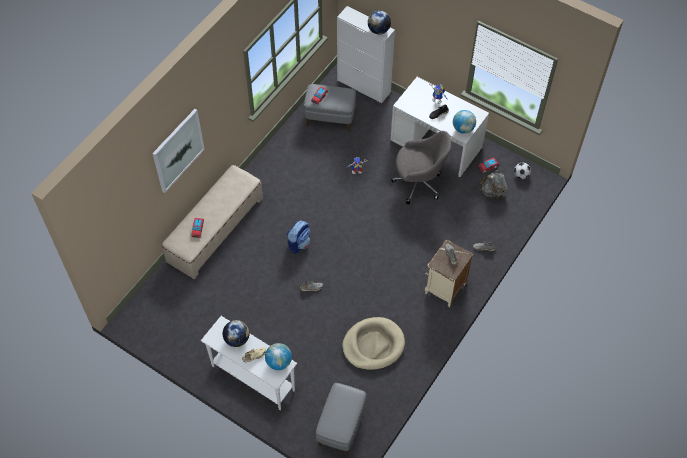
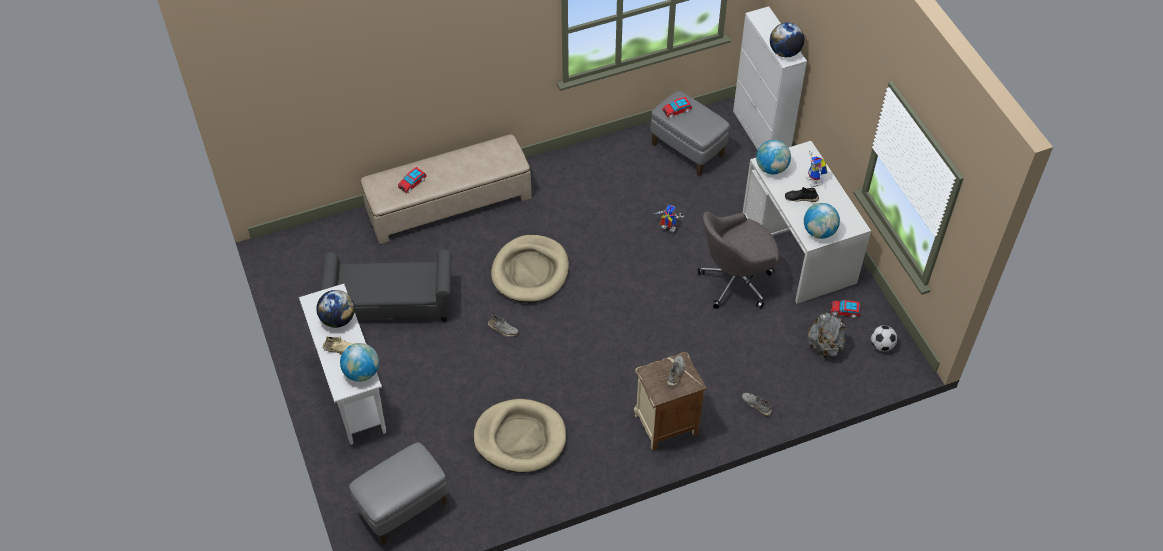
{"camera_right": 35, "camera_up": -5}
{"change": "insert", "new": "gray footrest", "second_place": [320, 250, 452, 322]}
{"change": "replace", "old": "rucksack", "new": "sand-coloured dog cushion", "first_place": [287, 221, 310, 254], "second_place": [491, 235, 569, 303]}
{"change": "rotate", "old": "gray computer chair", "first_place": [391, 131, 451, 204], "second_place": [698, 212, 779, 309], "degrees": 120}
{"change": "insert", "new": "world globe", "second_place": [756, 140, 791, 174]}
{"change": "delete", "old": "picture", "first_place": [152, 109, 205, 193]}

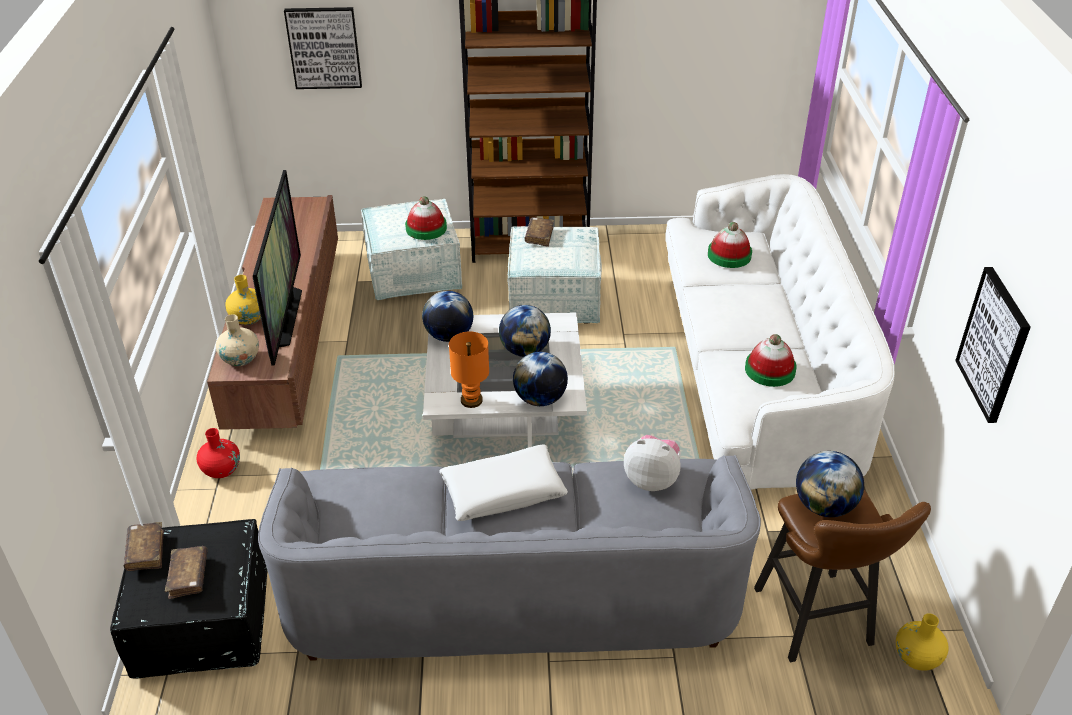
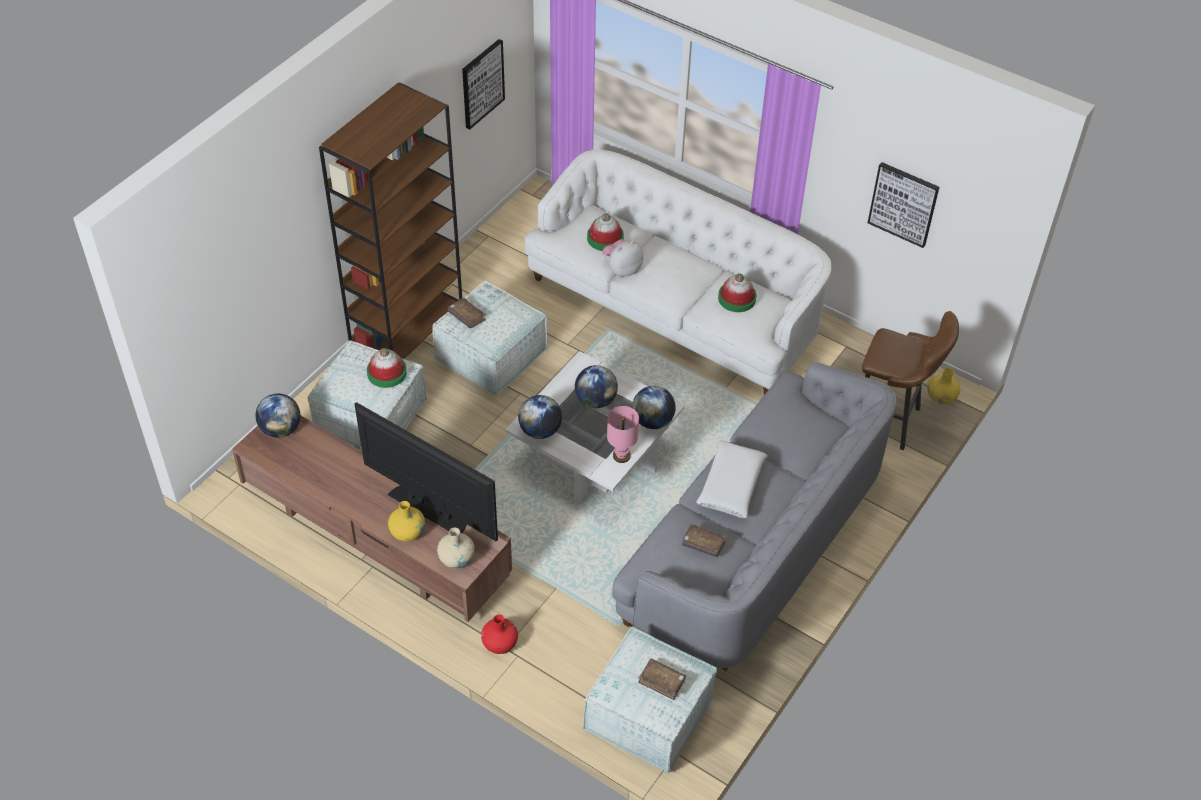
{"camera_right": -55, "camera_up": 10}
{"change": "move", "old": "world globe", "first_place": [796, 451, 864, 517], "second_place": [256, 394, 301, 438]}
{"change": "move", "old": "picture", "first_place": [284, 7, 362, 89], "second_place": [462, 39, 505, 129]}
{"change": "recolor", "old": "black-coloured footrest", "new": "whitish footrest", "first_place": [110, 519, 268, 679], "second_place": [583, 626, 717, 773]}
{"change": "move", "old": "cuddly toy", "first_place": [624, 435, 681, 491], "second_place": [602, 240, 643, 277]}
{"change": "recolor", "old": "orange-coloured table lamp", "new": "pink-coloured table lamp", "first_place": [449, 332, 489, 408], "second_place": [607, 406, 639, 463]}
{"change": "move", "old": "brown book", "first_place": [124, 522, 164, 571], "second_place": [682, 524, 726, 558]}

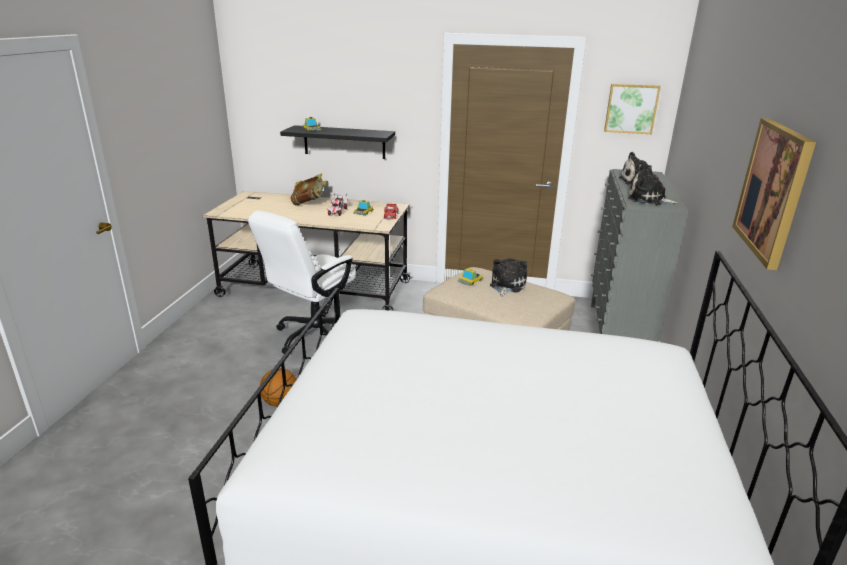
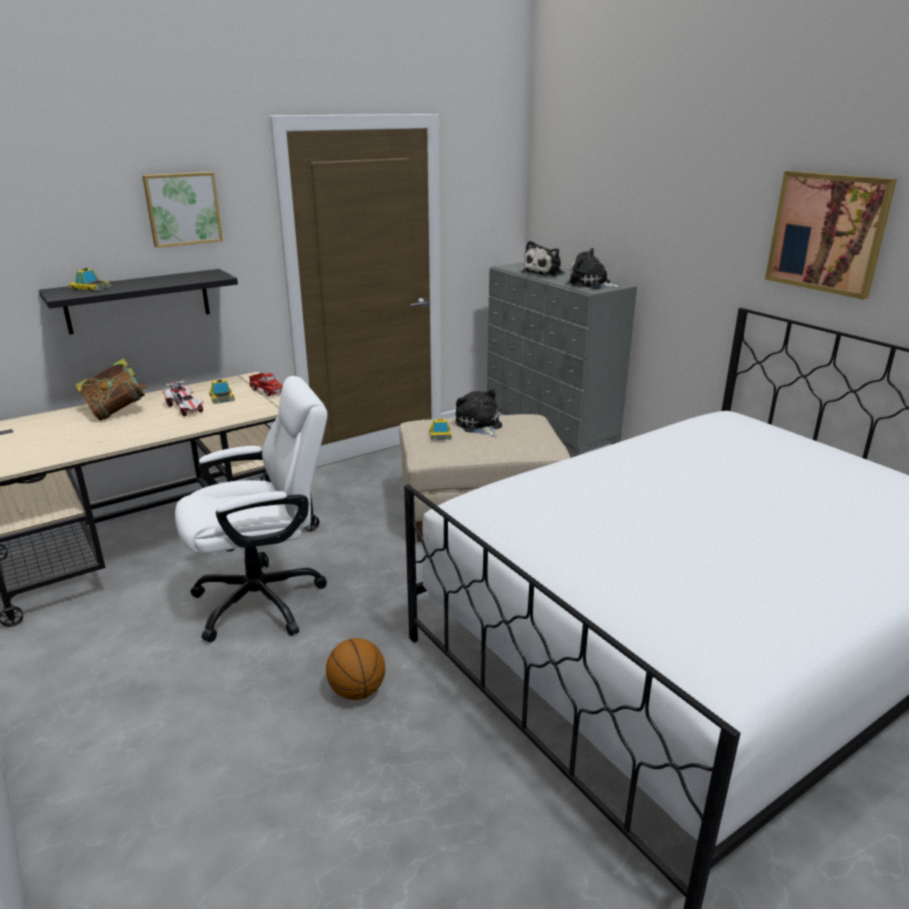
{"camera_right": -45, "camera_up": 0}
{"change": "move", "old": "picture", "first_place": [604, 84, 661, 134], "second_place": [142, 172, 223, 248]}
{"change": "rotate", "old": "whitish computer chair", "first_place": [248, 211, 356, 354], "second_place": [175, 376, 328, 643], "degrees": -105}
{"change": "rotate", "old": "cuddly toy", "first_place": [628, 165, 680, 205], "second_place": [567, 248, 622, 289], "degrees": 45}

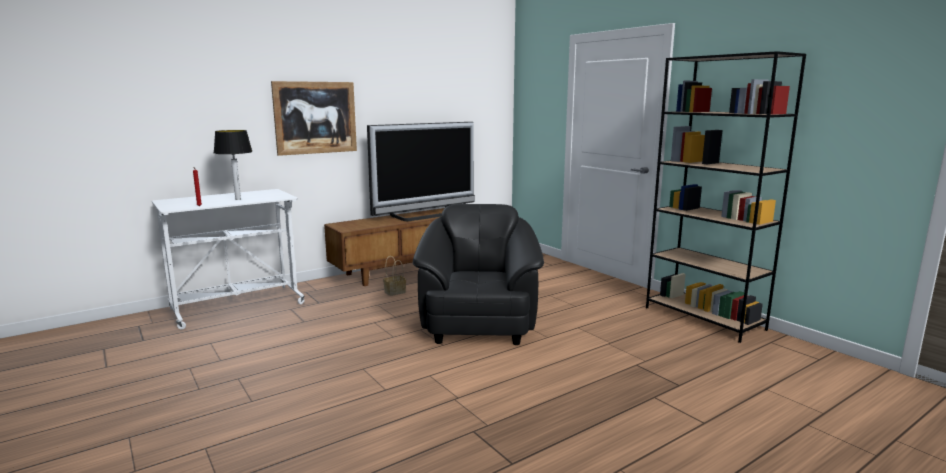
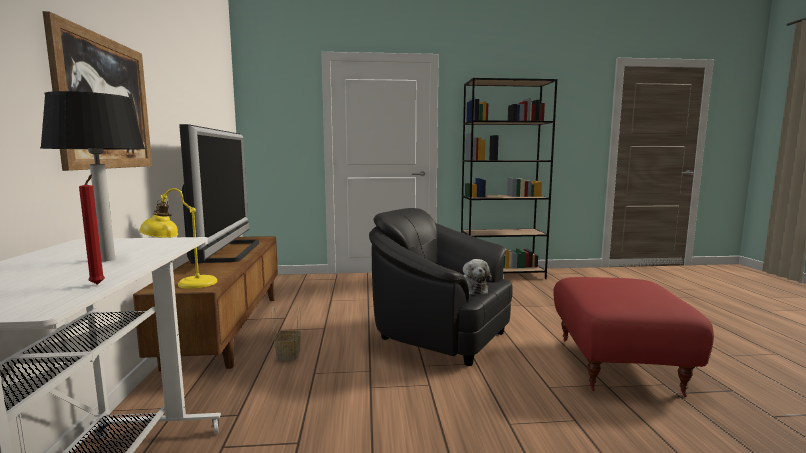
{"camera_right": -60, "camera_up": -5}
{"change": "insert", "new": "yellow table lamp", "second_place": [139, 188, 217, 289]}
{"change": "insert", "new": "cuddly toy", "second_place": [463, 259, 492, 295]}
{"change": "insert", "new": "red footrest", "second_place": [553, 277, 714, 397]}

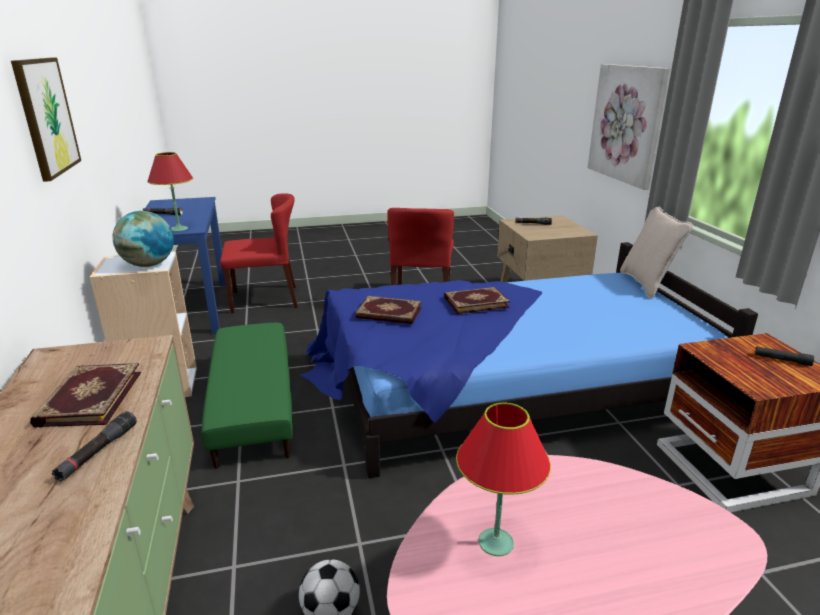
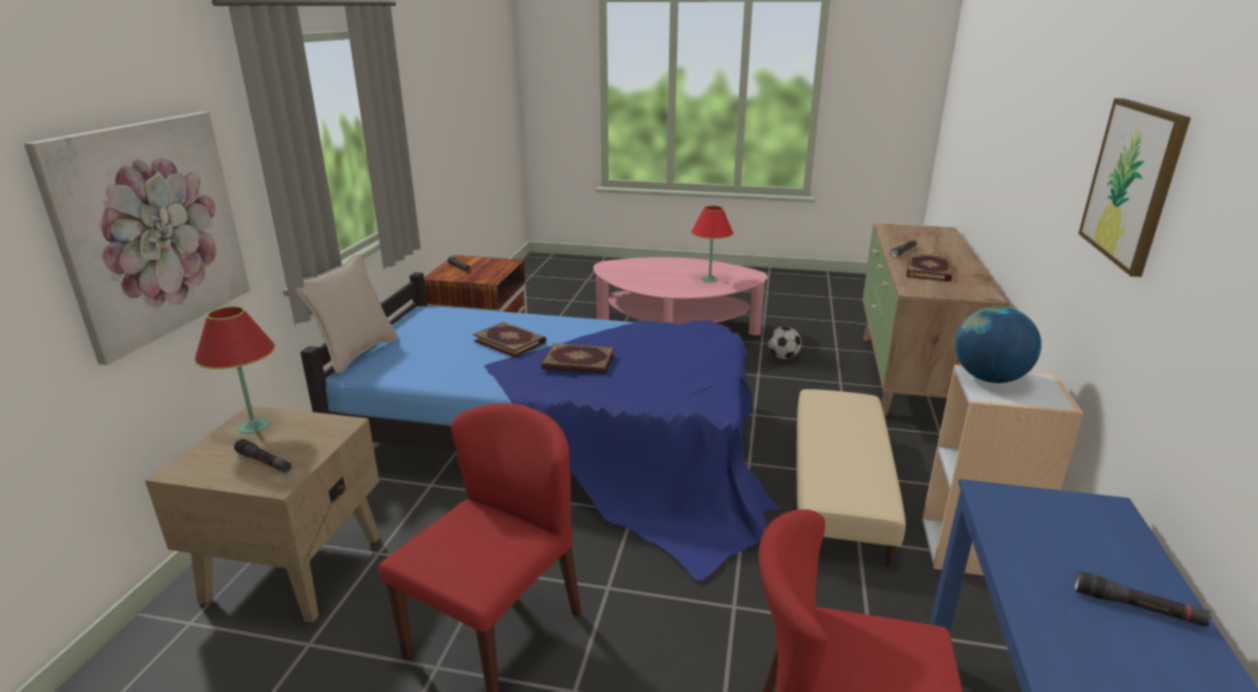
{"camera_right": -155, "camera_up": 0}
{"change": "move", "old": "red table lamp", "first_place": [147, 152, 193, 231], "second_place": [194, 306, 275, 434]}
{"change": "move", "old": "book", "first_place": [355, 296, 422, 324], "second_place": [473, 322, 546, 357]}
{"change": "recolor", "old": "green footrest", "new": "sand-coloured footrest", "first_place": [202, 323, 293, 469], "second_place": [797, 389, 906, 567]}

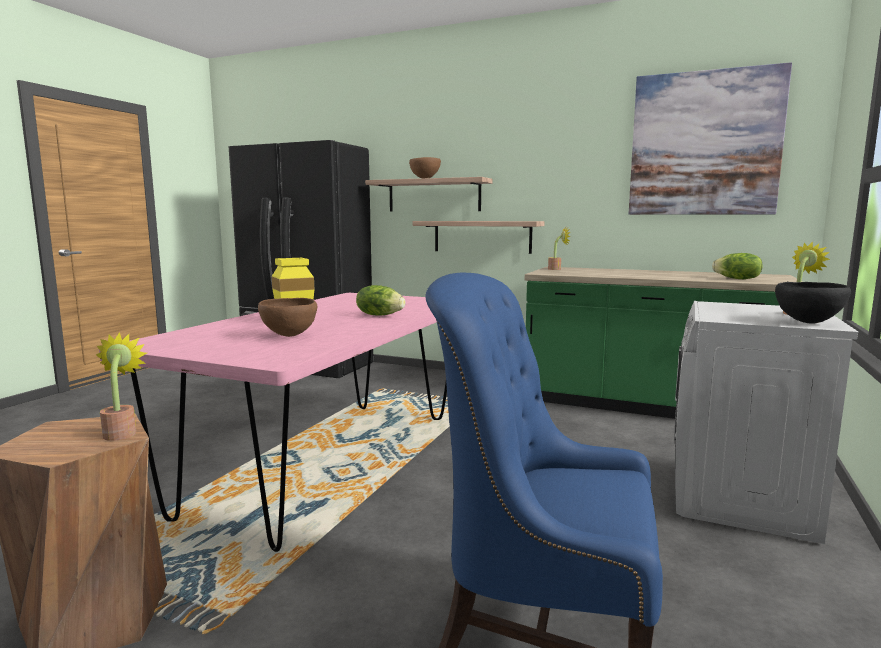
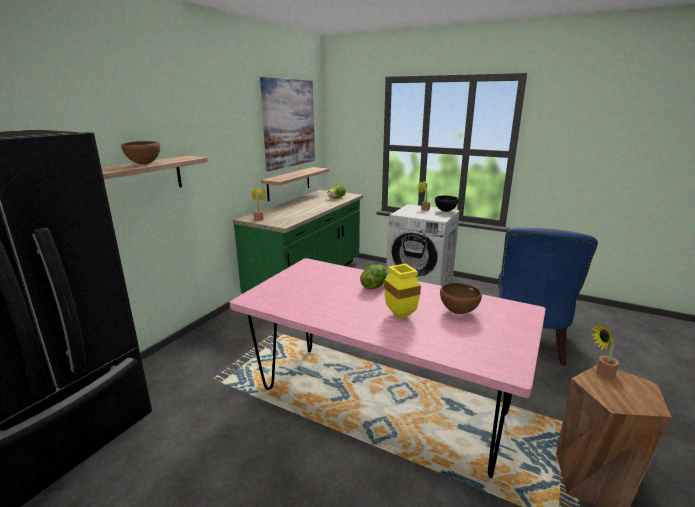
{"camera_right": -85, "camera_up": 10}
{"change": "move", "old": "shelf", "first_place": [412, 221, 545, 254], "second_place": [261, 167, 329, 201]}

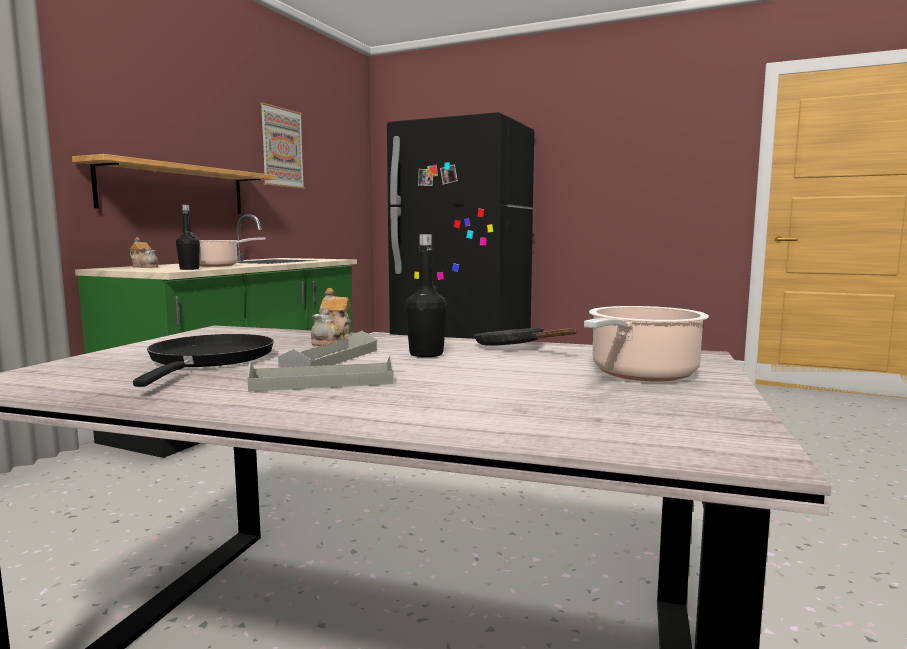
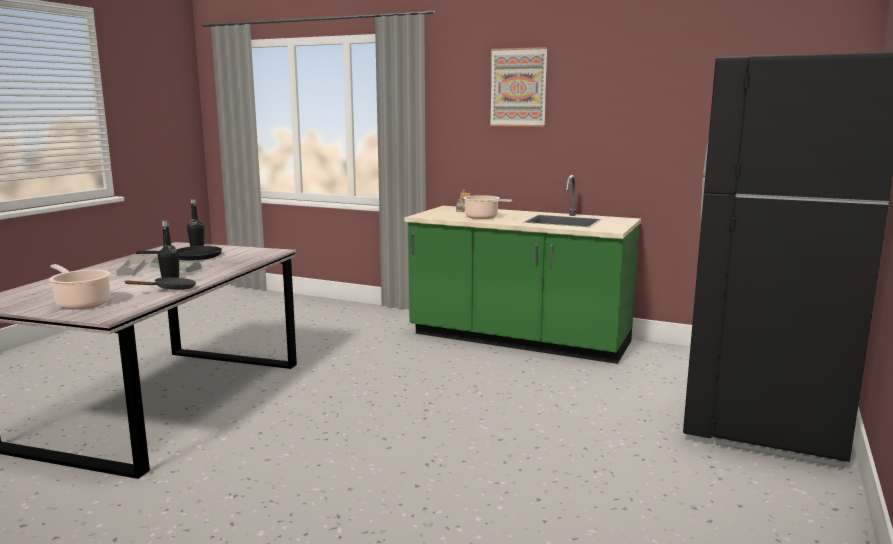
{"camera_right": 90, "camera_up": 5}
{"change": "move", "old": "black-coloured drink bottle", "first_place": [176, 205, 200, 270], "second_place": [187, 199, 204, 247]}
{"change": "move", "old": "picture", "first_place": [260, 102, 305, 189], "second_place": [490, 47, 548, 127]}
{"change": "delete", "old": "shelf", "first_place": [72, 154, 276, 214]}
{"change": "delete", "old": "teapot", "first_place": [311, 288, 351, 346]}

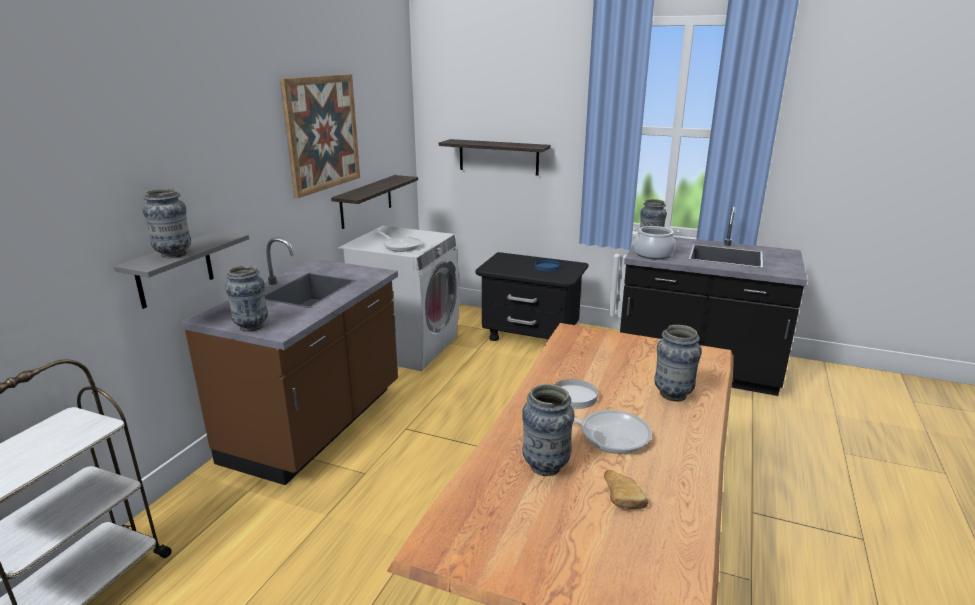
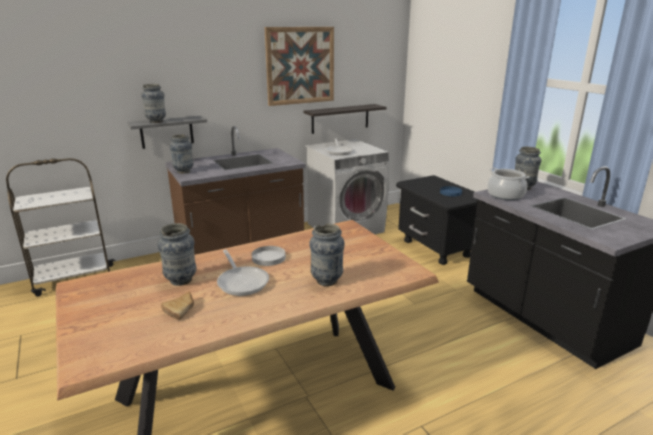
{"camera_right": 40, "camera_up": 0}
{"change": "delete", "old": "shelf", "first_place": [439, 139, 551, 176]}

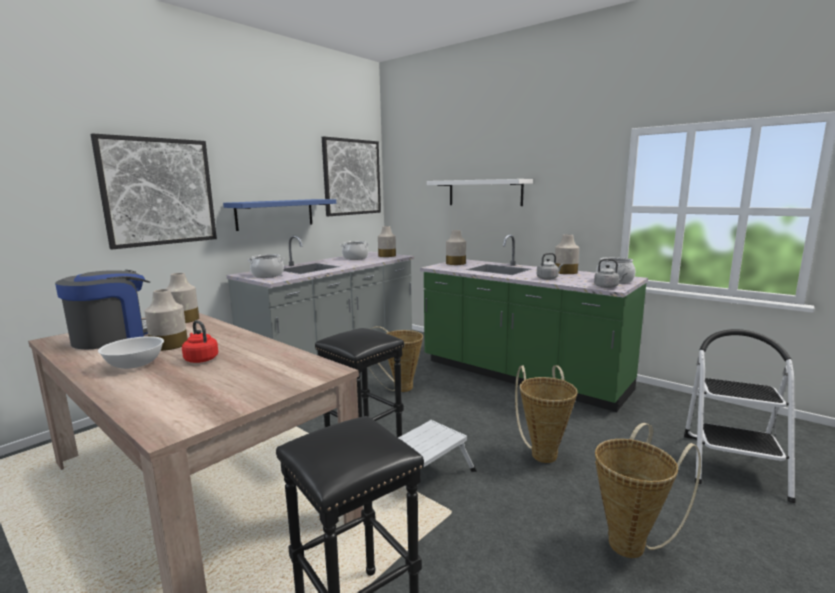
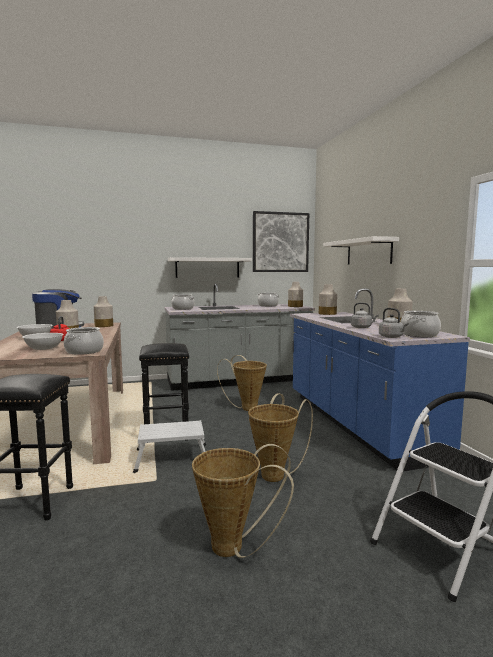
{"camera_right": 35, "camera_up": -5}
{"change": "insert", "new": "whitish deep dish", "second_place": [22, 333, 64, 350]}
{"change": "insert", "new": "cooking pot", "second_place": [64, 327, 104, 355]}
{"change": "recolor", "old": "blue shelf", "new": "whitish shelf", "first_place": [223, 199, 336, 231], "second_place": [168, 257, 252, 278]}
{"change": "recolor", "old": "green kitchen base unit", "new": "blue kitchen base unit", "first_place": [420, 234, 648, 412], "second_place": [290, 288, 470, 471]}
{"change": "delete", "old": "picture", "first_place": [90, 133, 217, 249]}

